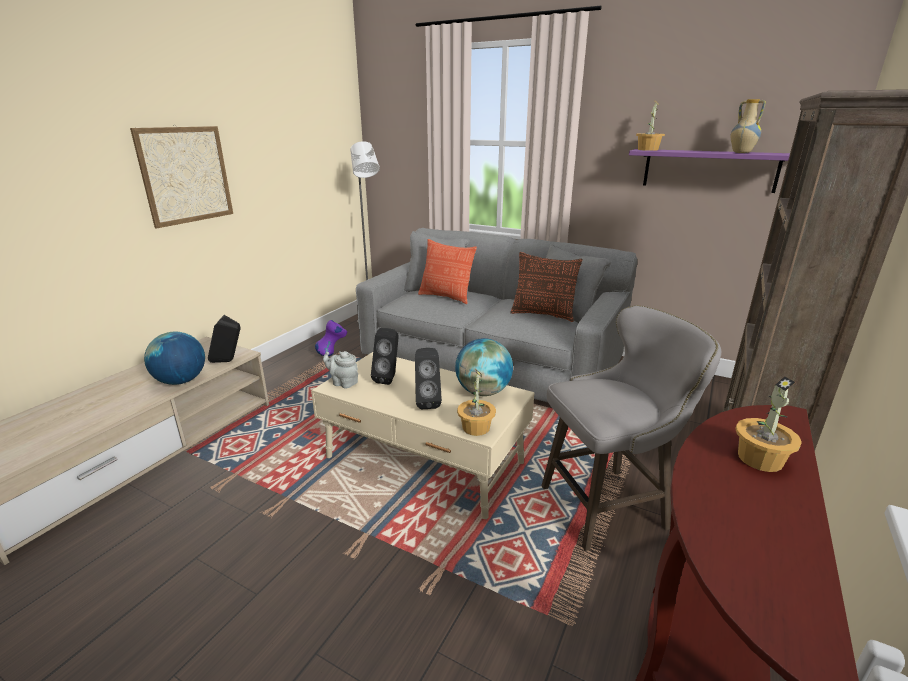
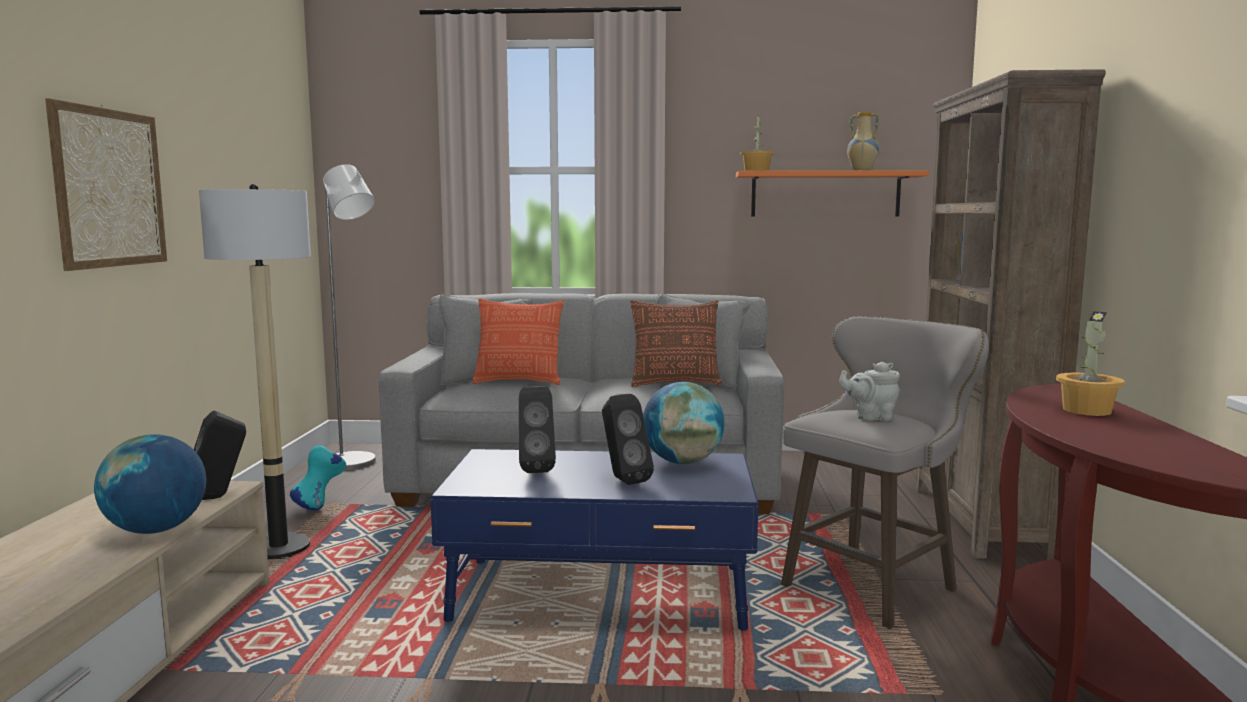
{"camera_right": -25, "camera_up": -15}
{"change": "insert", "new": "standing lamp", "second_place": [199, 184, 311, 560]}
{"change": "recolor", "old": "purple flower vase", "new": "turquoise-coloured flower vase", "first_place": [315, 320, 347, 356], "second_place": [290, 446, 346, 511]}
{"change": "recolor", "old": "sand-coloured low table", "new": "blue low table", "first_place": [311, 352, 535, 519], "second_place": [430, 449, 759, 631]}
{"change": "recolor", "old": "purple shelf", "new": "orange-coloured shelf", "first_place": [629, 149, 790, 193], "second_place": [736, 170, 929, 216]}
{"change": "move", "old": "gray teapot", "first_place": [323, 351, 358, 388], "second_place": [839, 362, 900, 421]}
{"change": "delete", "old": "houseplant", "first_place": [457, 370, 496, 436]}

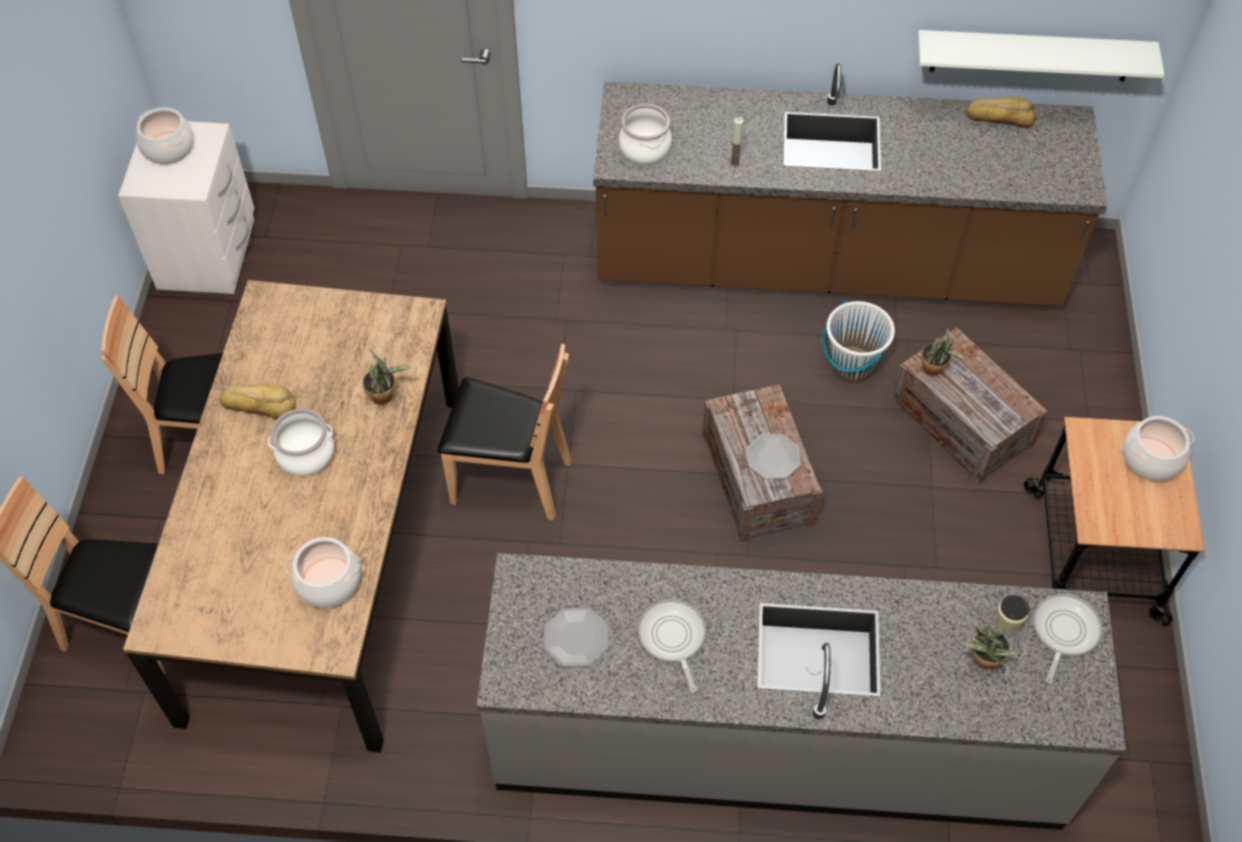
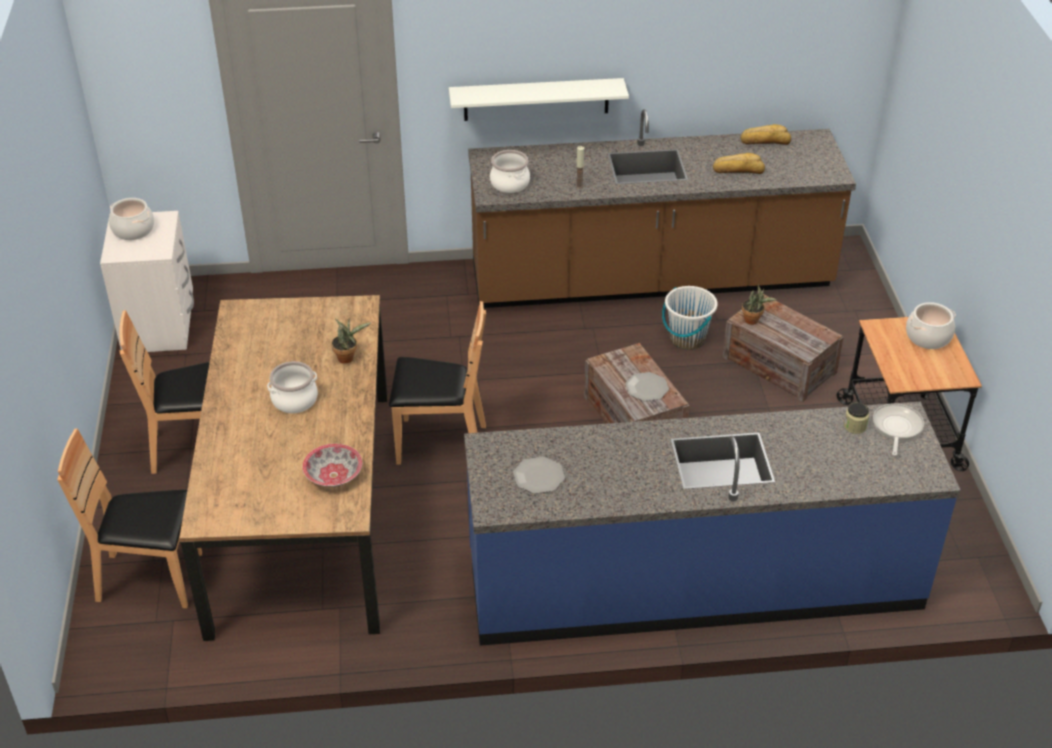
{"camera_right": -10, "camera_up": -15}
{"change": "replace", "old": "cooking pot", "new": "deep dish", "first_place": [285, 537, 361, 608], "second_place": [302, 444, 362, 487]}
{"change": "move", "old": "whitish shelf", "first_place": [918, 30, 1164, 81], "second_place": [449, 78, 629, 121]}
{"change": "recolor", "old": "gray kitchen base unit", "new": "blue kitchen base unit", "first_place": [477, 553, 1126, 830], "second_place": [464, 402, 961, 646]}
{"change": "move", "old": "bread", "first_place": [219, 384, 296, 419], "second_place": [713, 153, 765, 174]}
{"change": "delete", "old": "pan", "first_place": [638, 600, 706, 693]}
{"change": "delete", "old": "houseplant", "first_place": [960, 622, 1021, 669]}

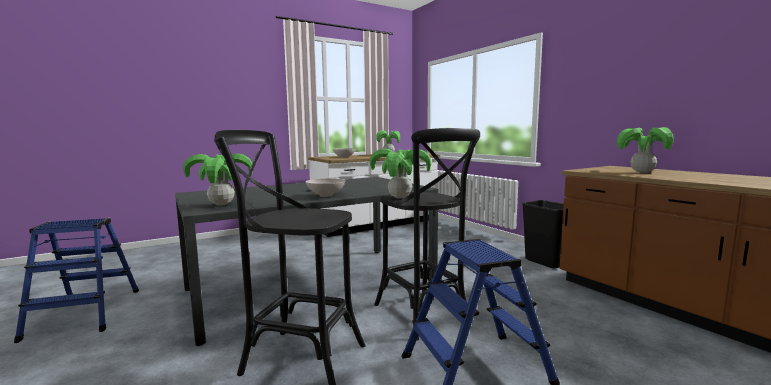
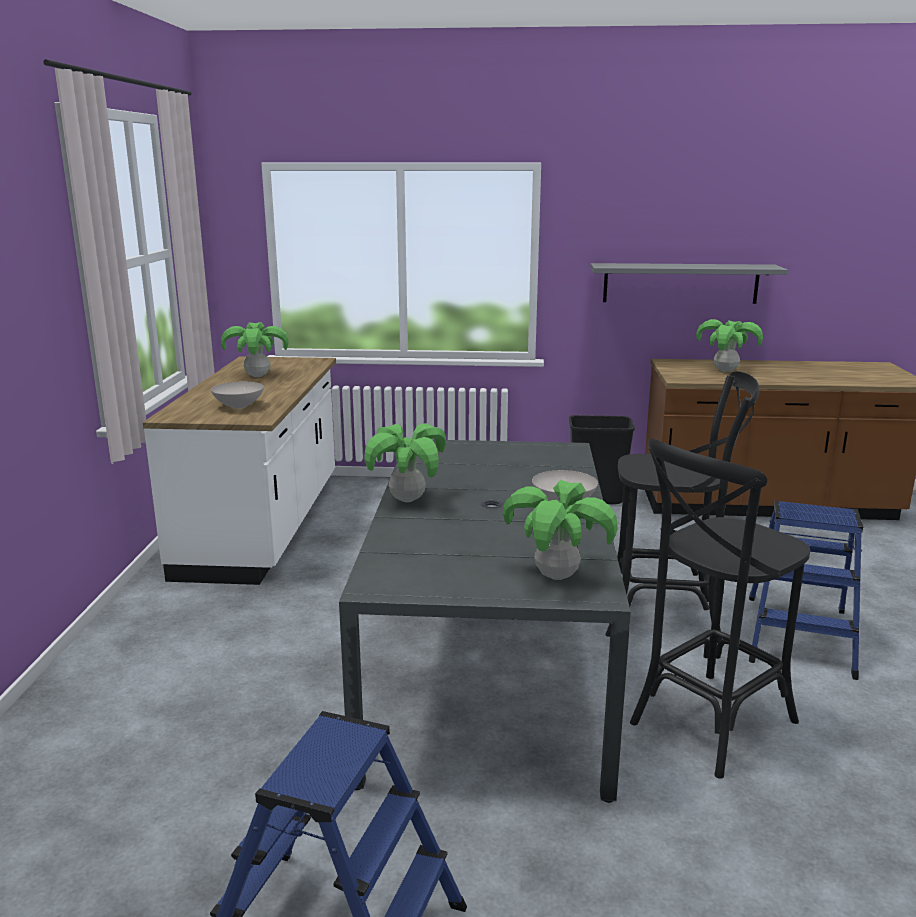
{"camera_right": -55, "camera_up": 10}
{"change": "move", "old": "houseplant", "first_place": [370, 149, 431, 199], "second_place": [364, 423, 446, 502]}
{"change": "insert", "new": "gray shelf", "second_place": [590, 263, 788, 304]}

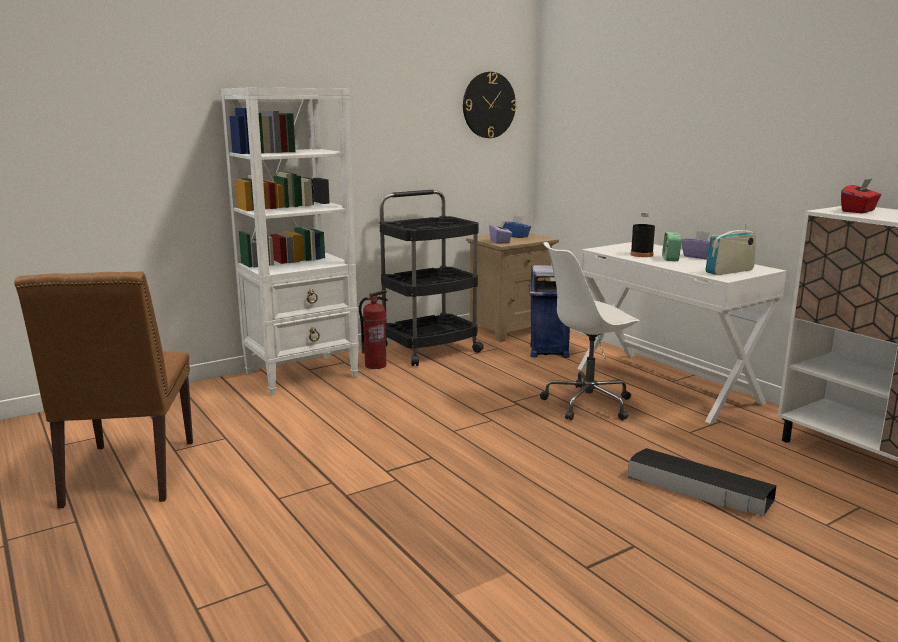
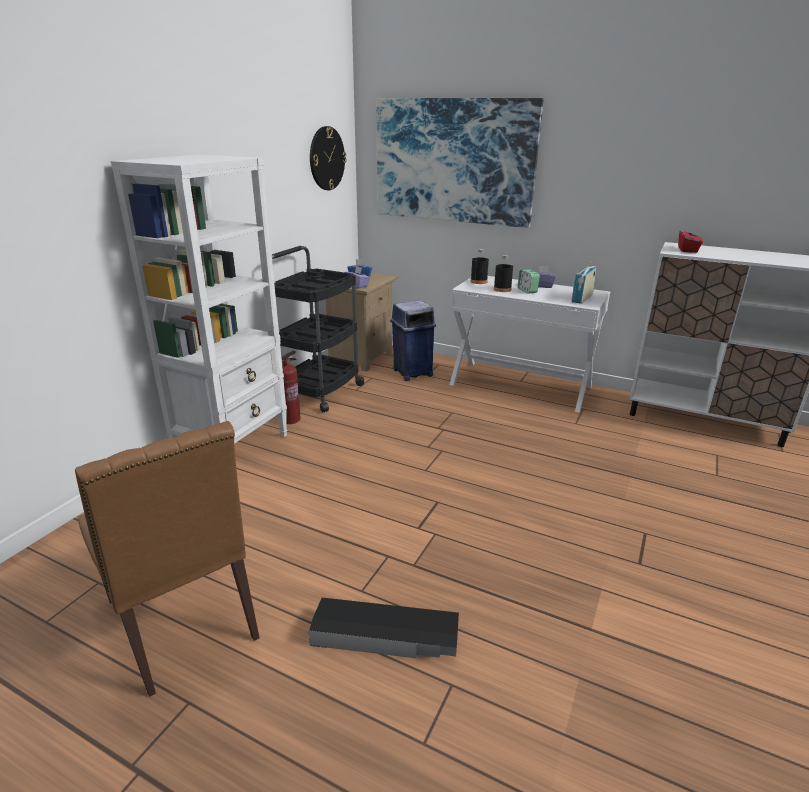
{"camera_right": -30, "camera_up": 10}
{"change": "move", "old": "black-coloured storage bin", "first_place": [628, 448, 777, 516], "second_place": [309, 598, 459, 658]}
{"change": "insert", "new": "picture", "second_place": [376, 98, 544, 228]}
{"change": "insert", "new": "black-coloured drink bottle", "second_place": [471, 249, 489, 284]}
{"change": "delete", "old": "whitish computer chair", "first_place": [540, 242, 640, 420]}

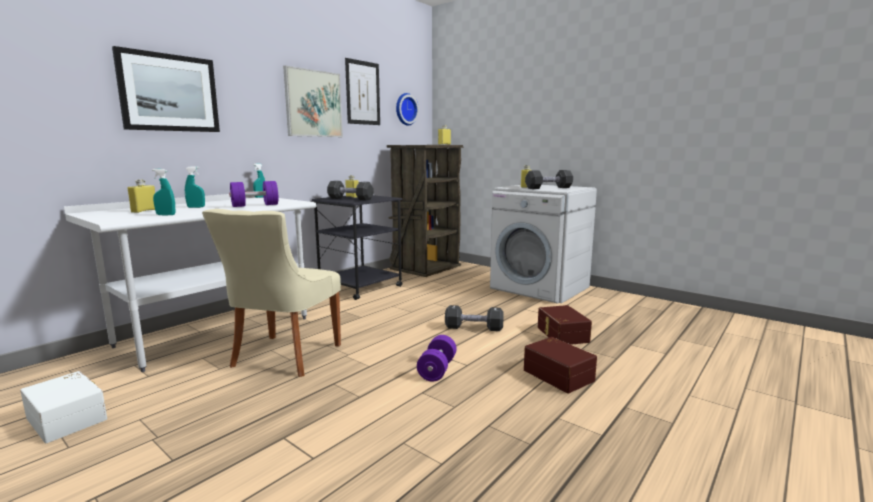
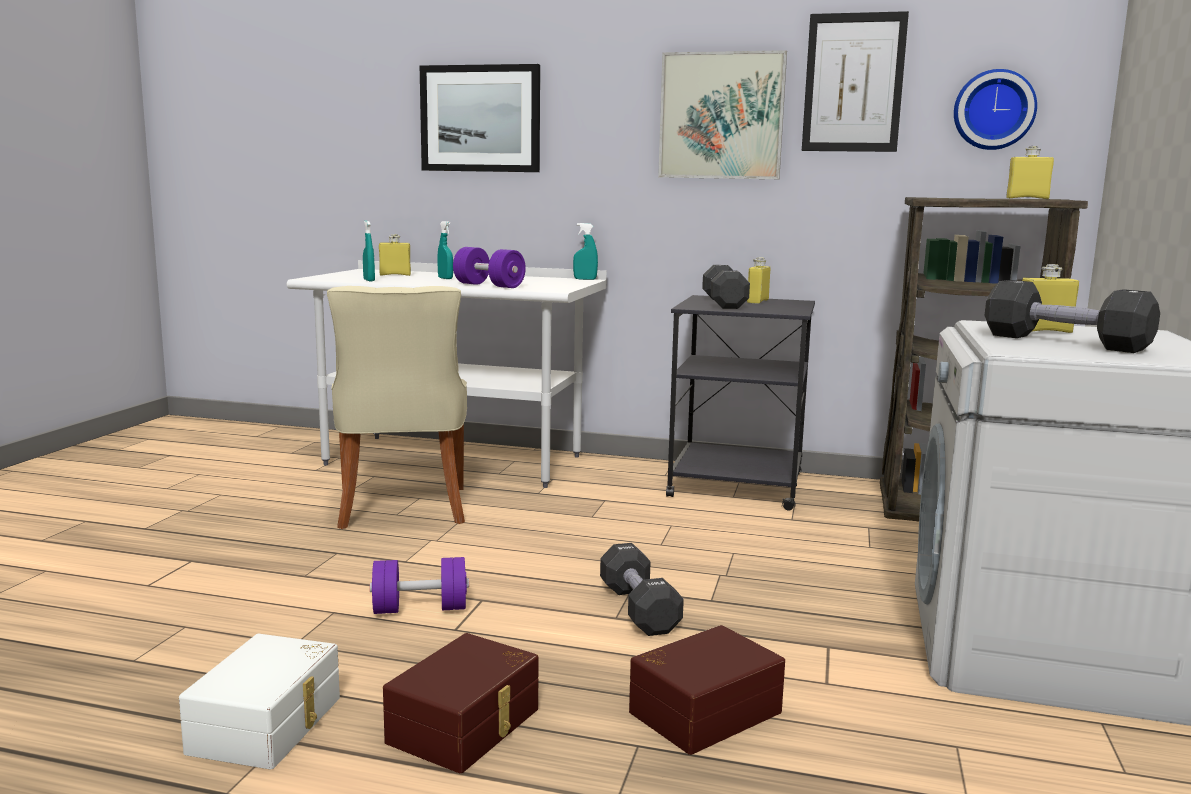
{"camera_right": 65, "camera_up": 0}
{"change": "move", "old": "whitish storage bin", "first_place": [20, 371, 107, 443], "second_place": [179, 634, 340, 769]}
{"change": "rotate", "old": "sand-coloured plain chair", "first_place": [202, 209, 341, 377], "second_place": [327, 286, 467, 529], "degrees": -90}

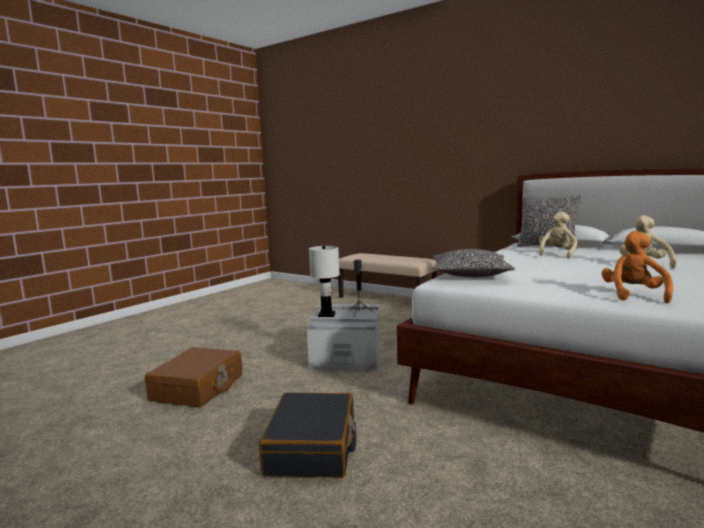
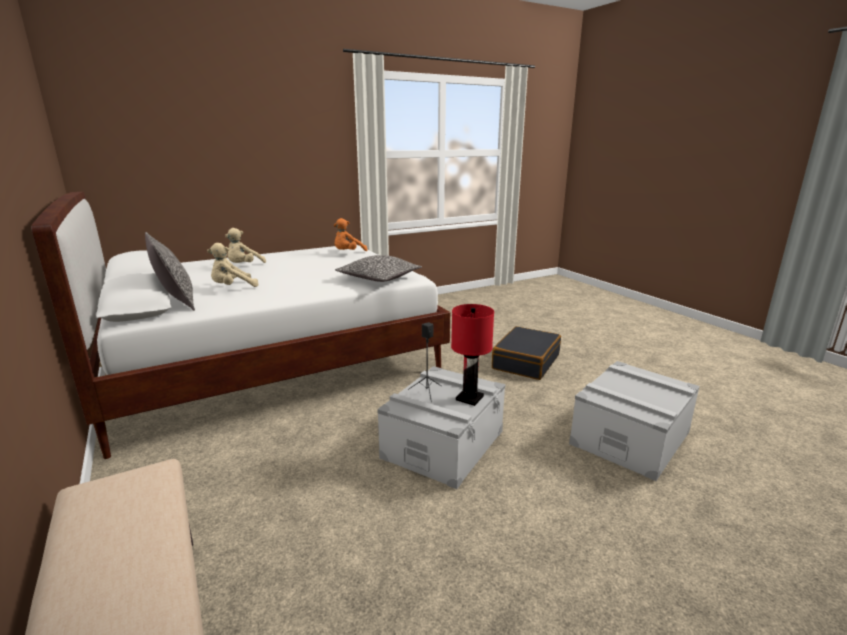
{"camera_right": -155, "camera_up": 10}
{"change": "recolor", "old": "whitish table lamp", "new": "red table lamp", "first_place": [309, 246, 340, 317], "second_place": [451, 304, 494, 406]}
{"change": "replace", "old": "brown piece of luggage", "new": "gray storage bin", "first_place": [145, 347, 242, 407], "second_place": [569, 361, 699, 481]}

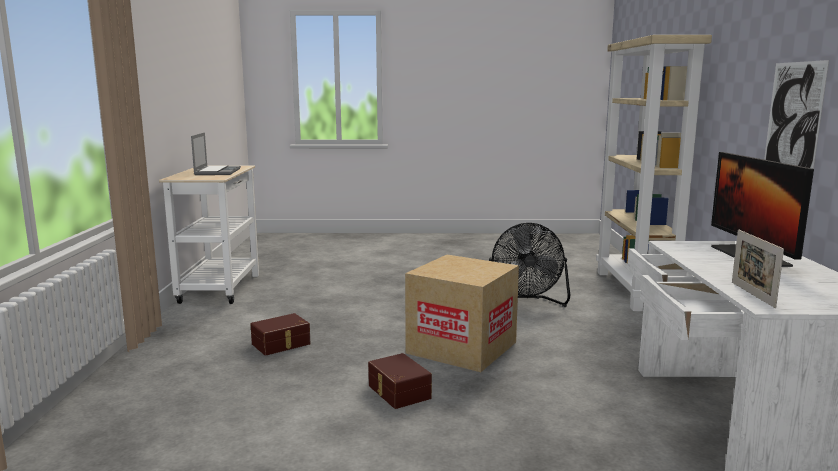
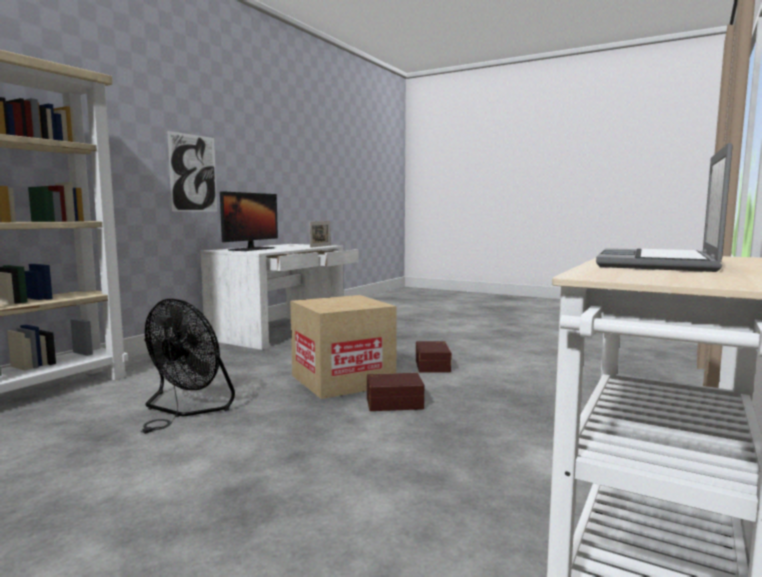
{"camera_right": -150, "camera_up": -5}
{"change": "move", "old": "brown storage bin", "first_place": [251, 313, 311, 356], "second_place": [367, 373, 424, 411]}

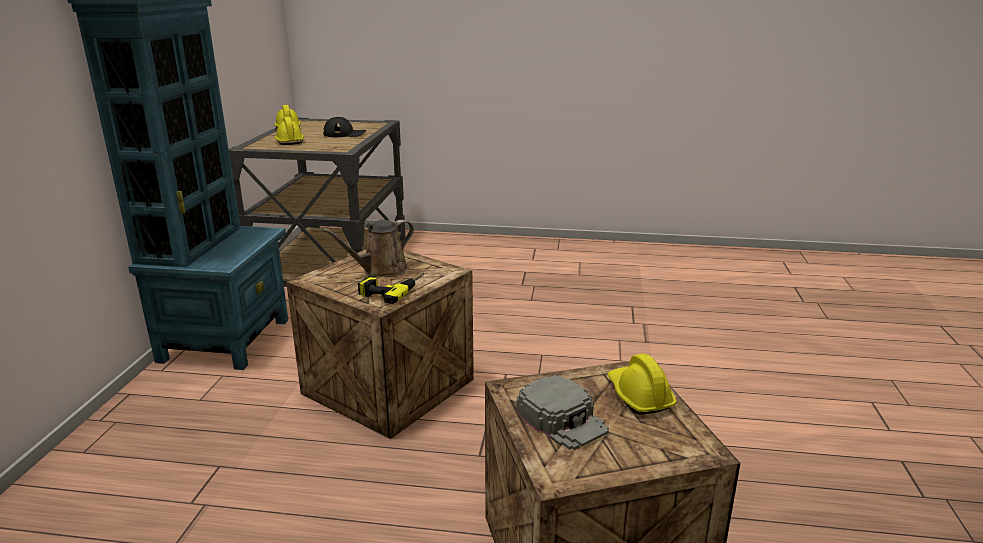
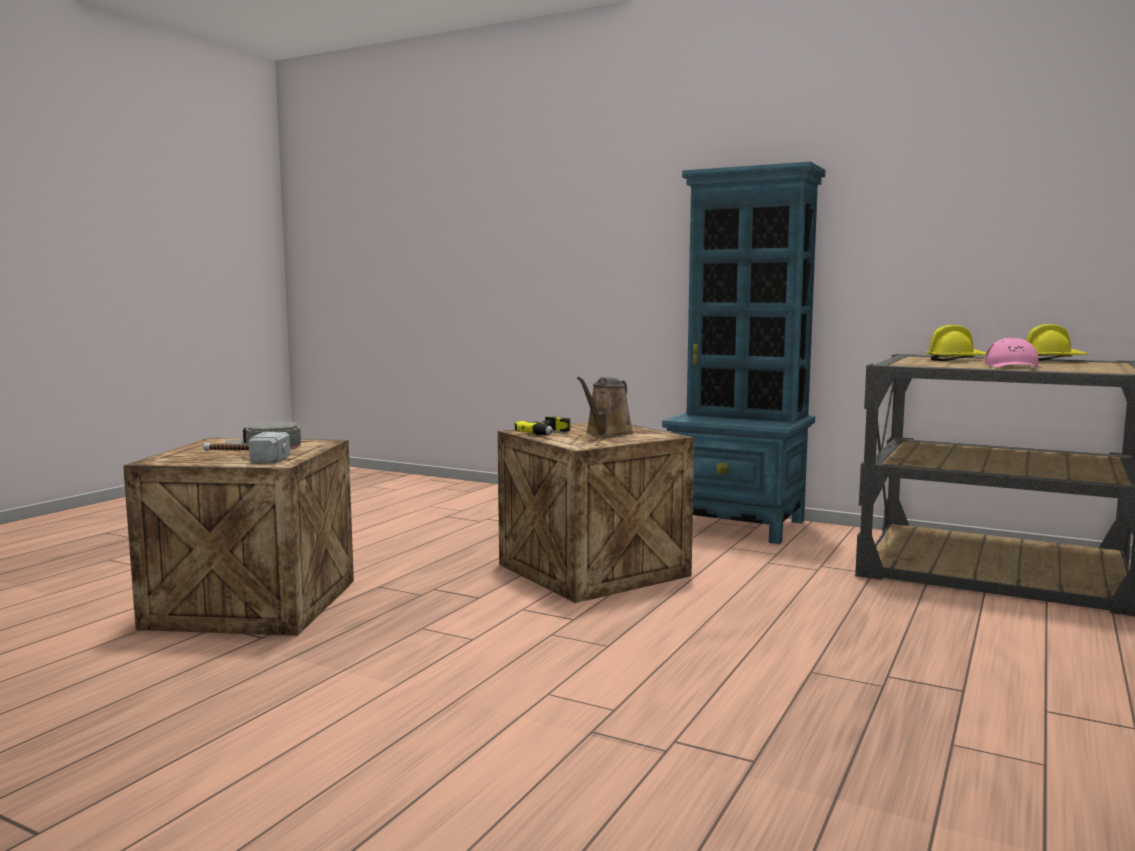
{"camera_right": 110, "camera_up": -15}
{"change": "replace", "old": "yellow hard hat", "new": "hammer", "first_place": [608, 354, 677, 414], "second_place": [203, 432, 290, 463]}
{"change": "rotate", "old": "brown sprinkling can", "first_place": [322, 220, 414, 277], "second_place": [577, 377, 634, 437], "degrees": -135}
{"change": "recolor", "old": "black-coloured baseball cap", "new": "pink-coloured baseball cap", "first_place": [323, 117, 366, 137], "second_place": [984, 337, 1041, 368]}

